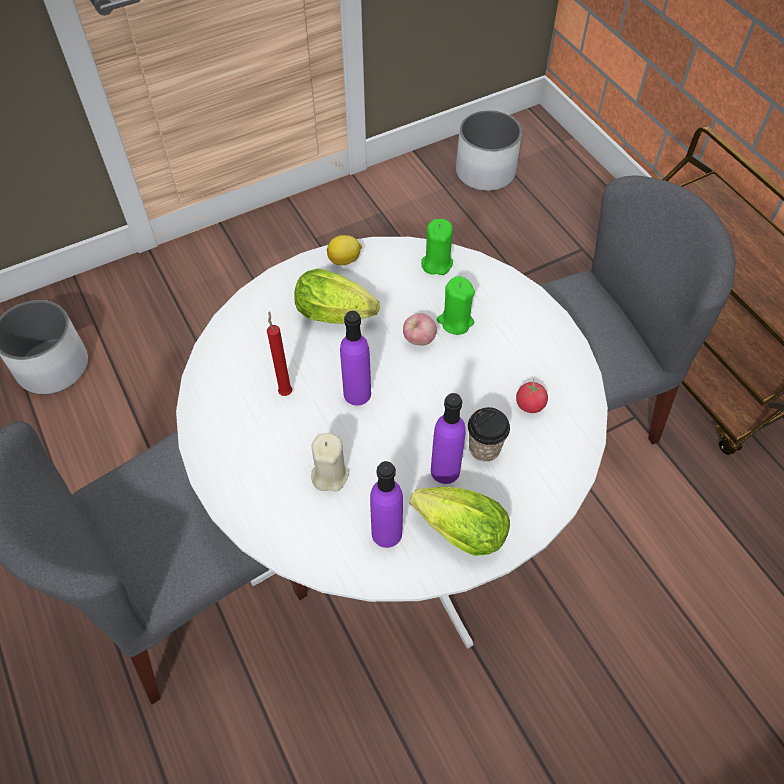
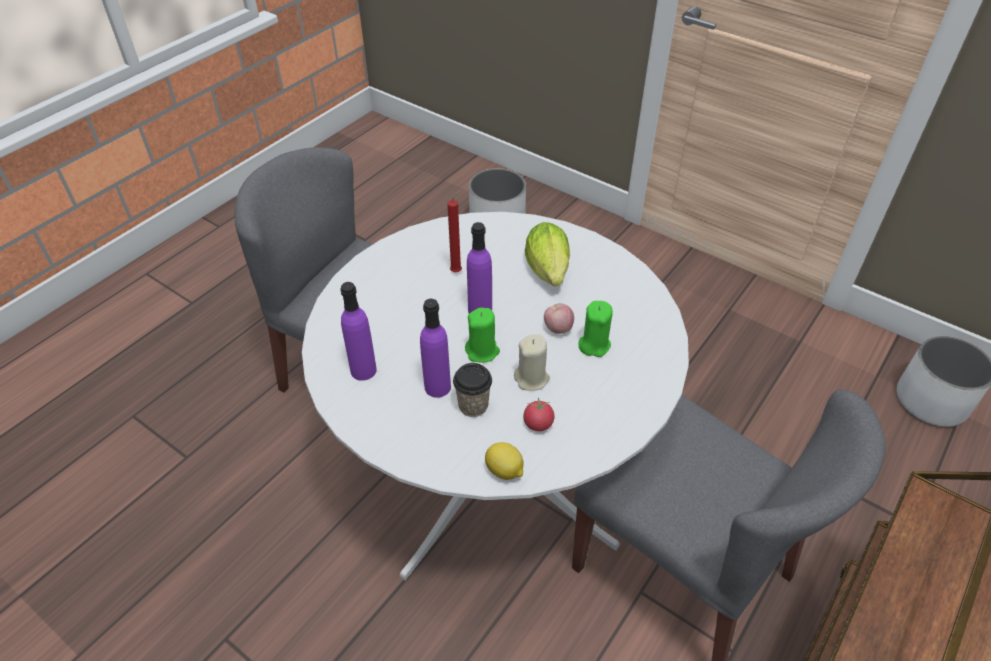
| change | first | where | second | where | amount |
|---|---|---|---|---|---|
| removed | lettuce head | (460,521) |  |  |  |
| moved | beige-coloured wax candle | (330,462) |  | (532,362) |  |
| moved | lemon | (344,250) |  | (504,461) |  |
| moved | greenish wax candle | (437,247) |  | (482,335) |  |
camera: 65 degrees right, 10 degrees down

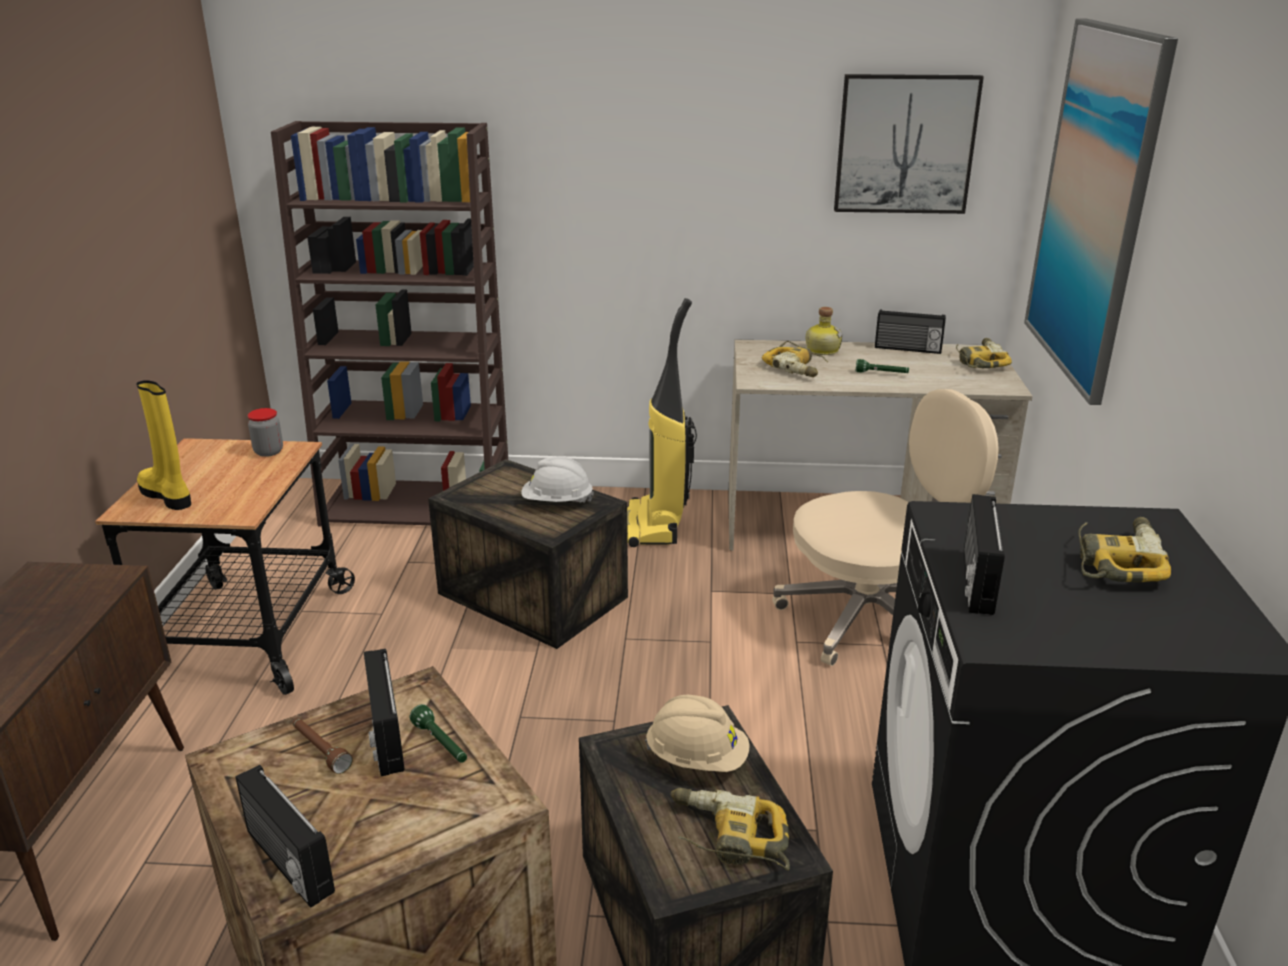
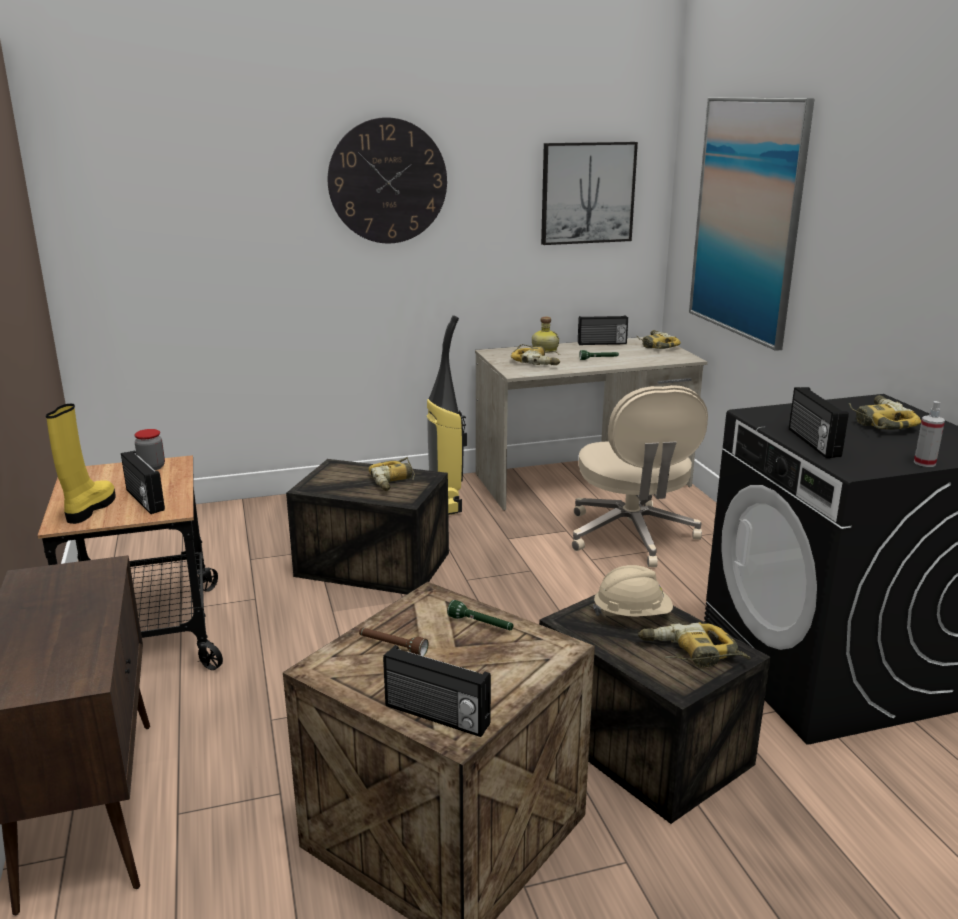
| change | first | where | second | where | amount |
|---|---|---|---|---|---|
| removed | brownish bookcase | (389,324) |  |  |  |
| added |  |  | clock on the wall | (387,180) |  |
| added |  |  | sprayer | (929,434) |  |
| moved | radio set | (384,712) |  | (143,482) |  |
| replaced | white safety helmet | (557,479) | electric drill | (392,474) |  |
| turned | yellow boot | (163,445) |  | (81,464) | 75 degrees clockwise |
| turned | beige-coloured computer chair | (885,527) |  | (640,476) | 120 degrees clockwise |
camera: 20 degrees left, 5 degrees down

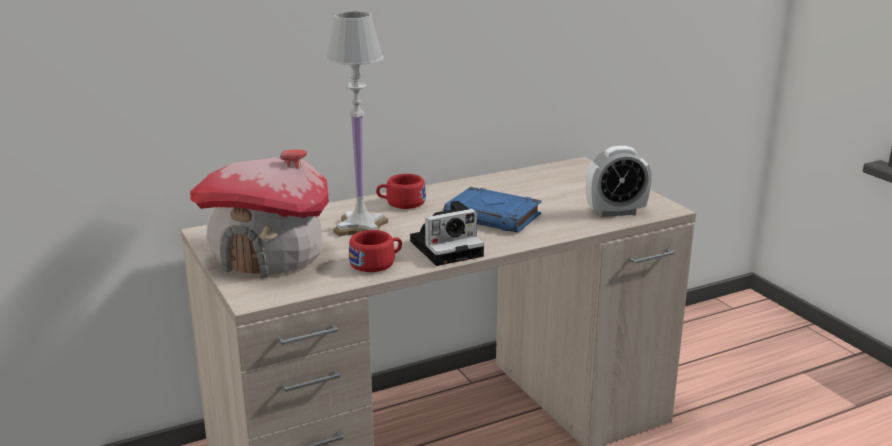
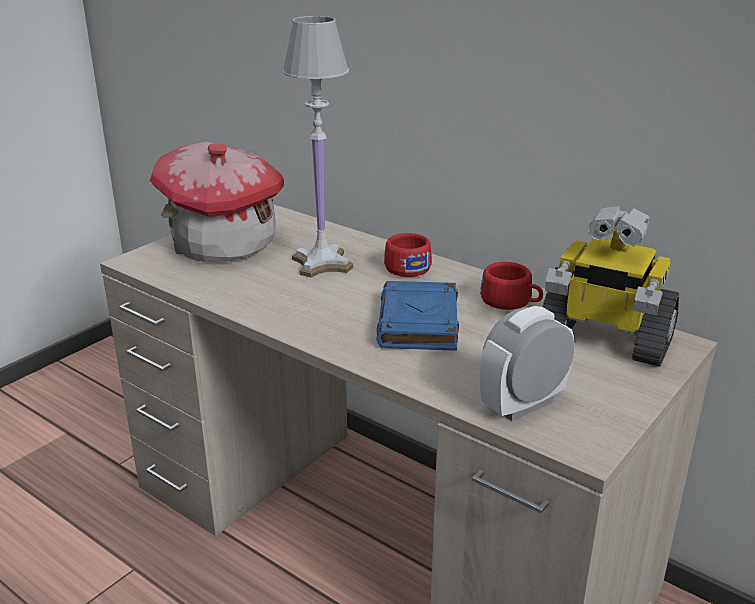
| change | first | where | second | where | amount |
|---|---|---|---|---|---|
| removed | photo camera | (447,233) |  |  |  |
| added |  |  | toy robot | (610,286) |  |
| moved | red-coloured small cup | (375,251) |  | (511,286) |  |
| turned | table clock | (619,181) |  | (527,363) | 90 degrees clockwise |
camera: 65 degrees right, 5 degrees up

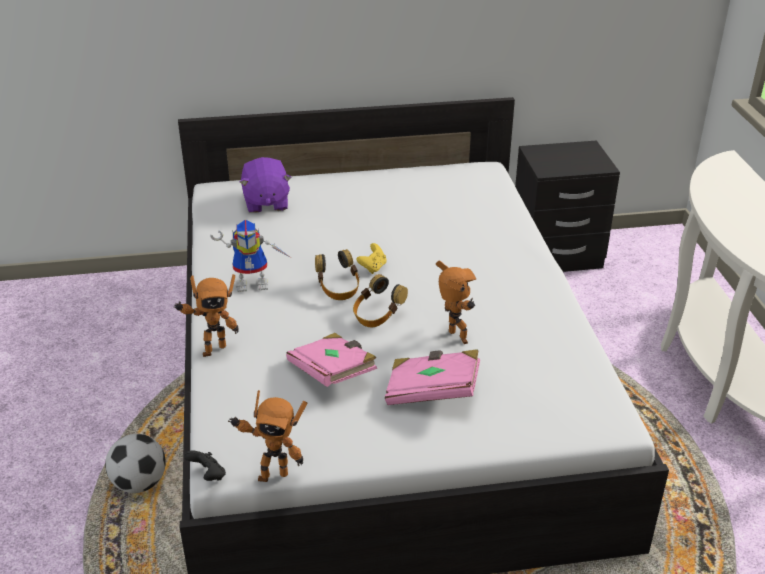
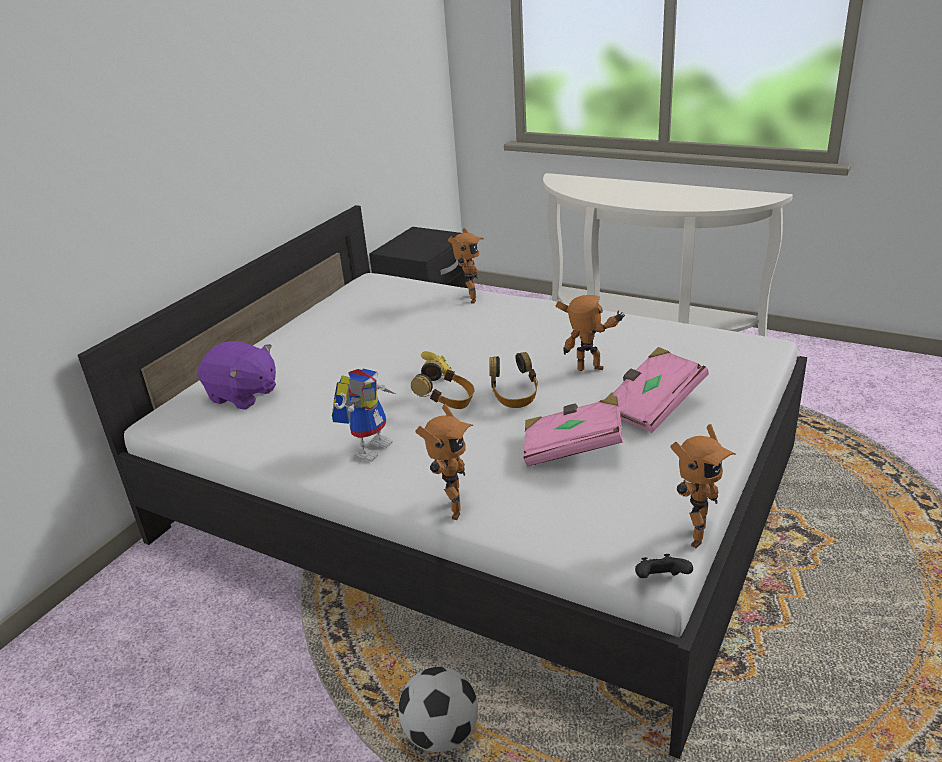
| change | first | where | second | where | amount |
|---|---|---|---|---|---|
| added |  |  | toy robot | (466,266) |  |
camera: 50 degrees left, 5 degrees down

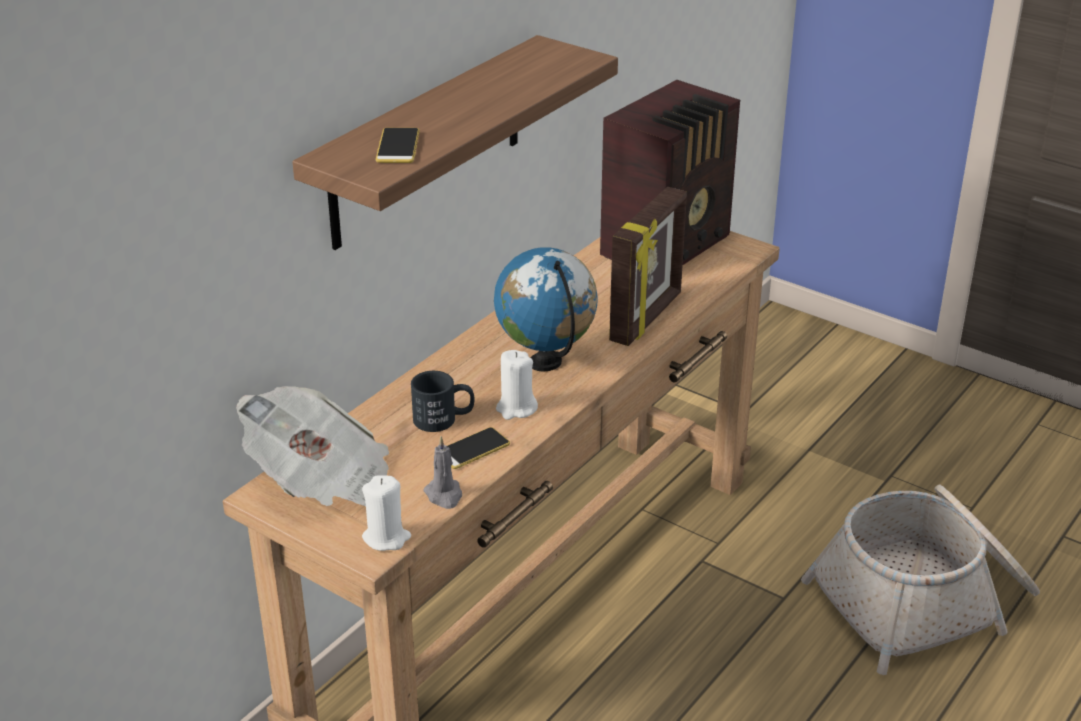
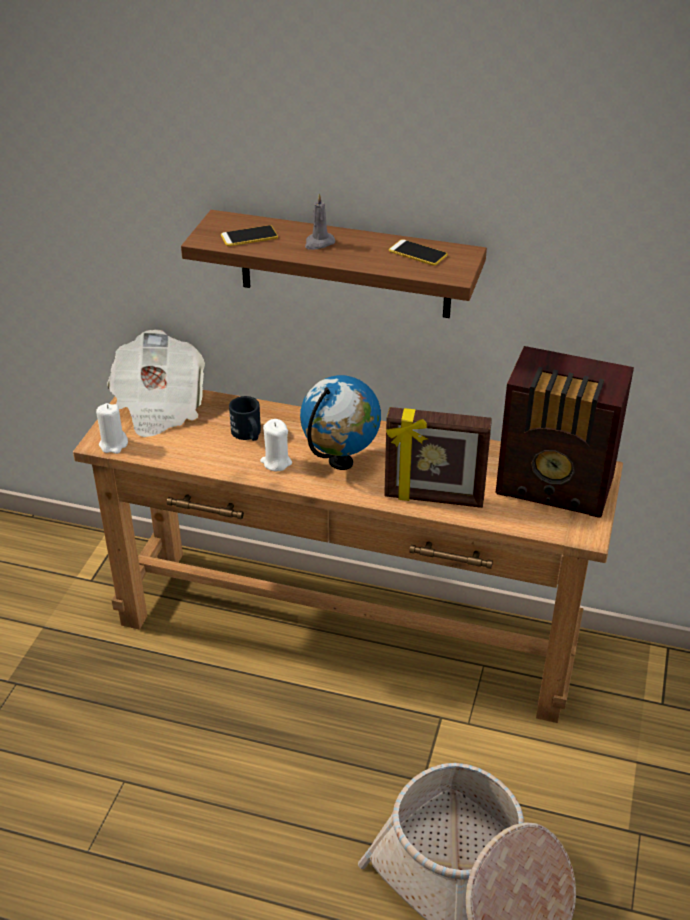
| change | first | where | second | where | amount |
|---|---|---|---|---|---|
| moved | grey wax candle | (442,472) |  | (320,221) |  |
| moved | handset | (478,448) |  | (418,252) |  |
camera: 70 degrees right, 5 degrees up

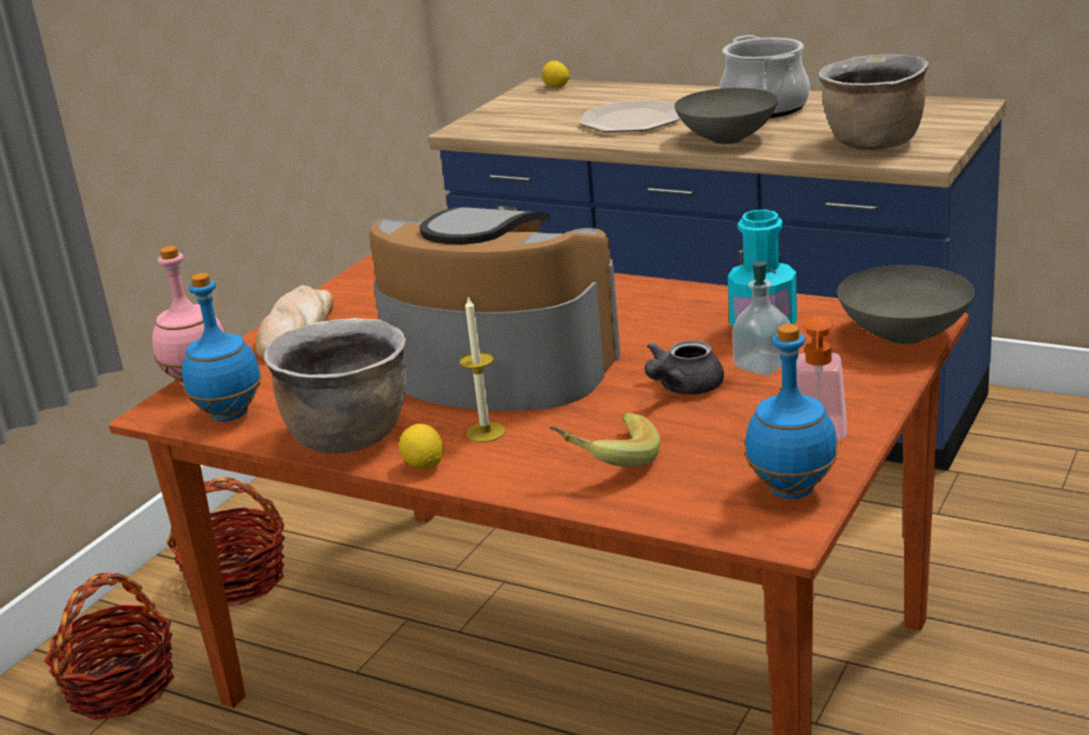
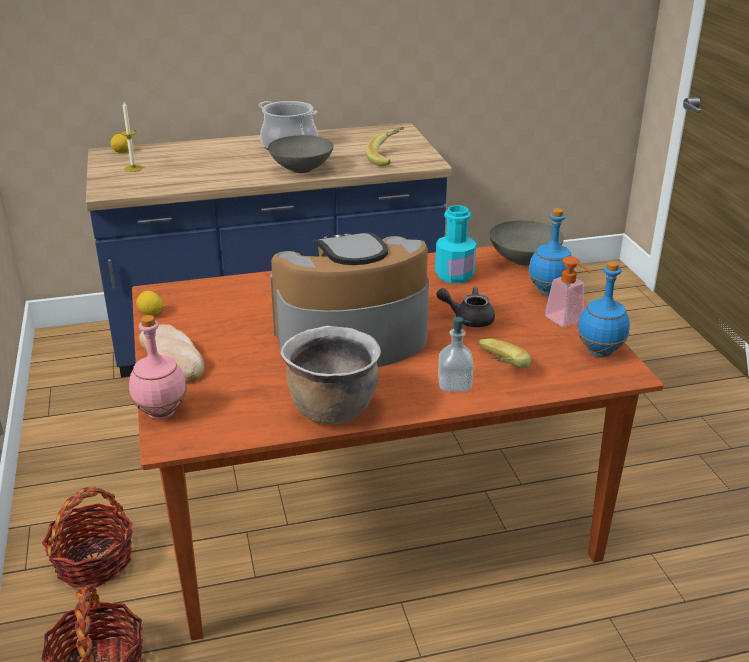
| change | first | where | second | where | amount |
|---|---|---|---|---|---|
| removed | plate | (630,116) |  |  |  |
| moved | blue-coloured bottle | (222,347) |  | (551,252) |  |
| moved | lemon | (421,447) |  | (149,303) |  |
| moved | wax candle | (482,369) |  | (131,137) |  |
| moved | soap dispenser | (761,318) |  | (455,354) |  |
| replaced | brownish stockpot | (873,101) | banana | (385,146) |  |
| turned | grey pot for tea | (684,367) |  | (465,307) | 105 degrees clockwise |
camera: 45 degrees left, 5 degrees up

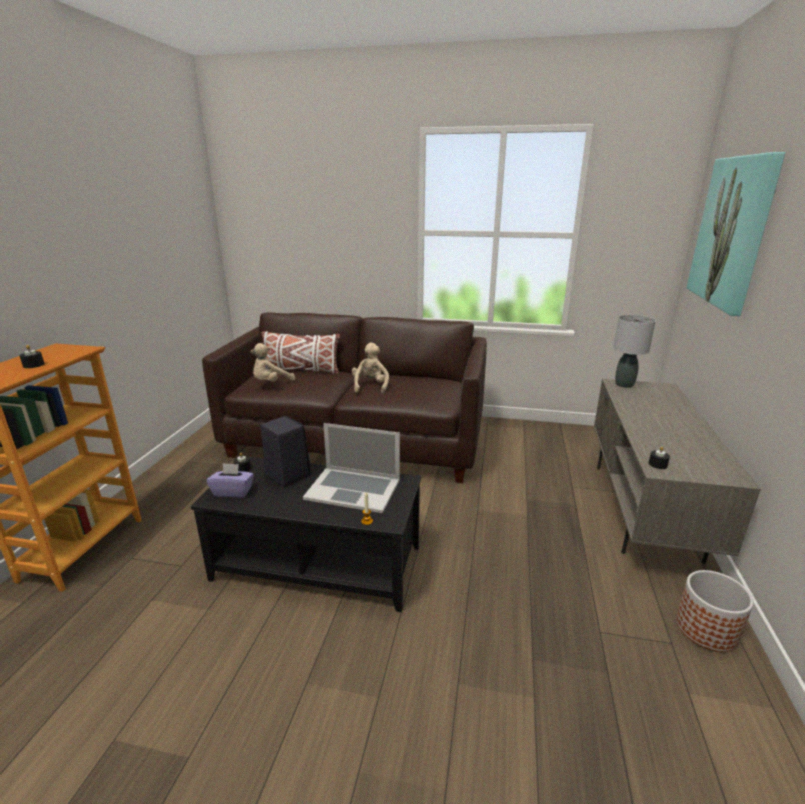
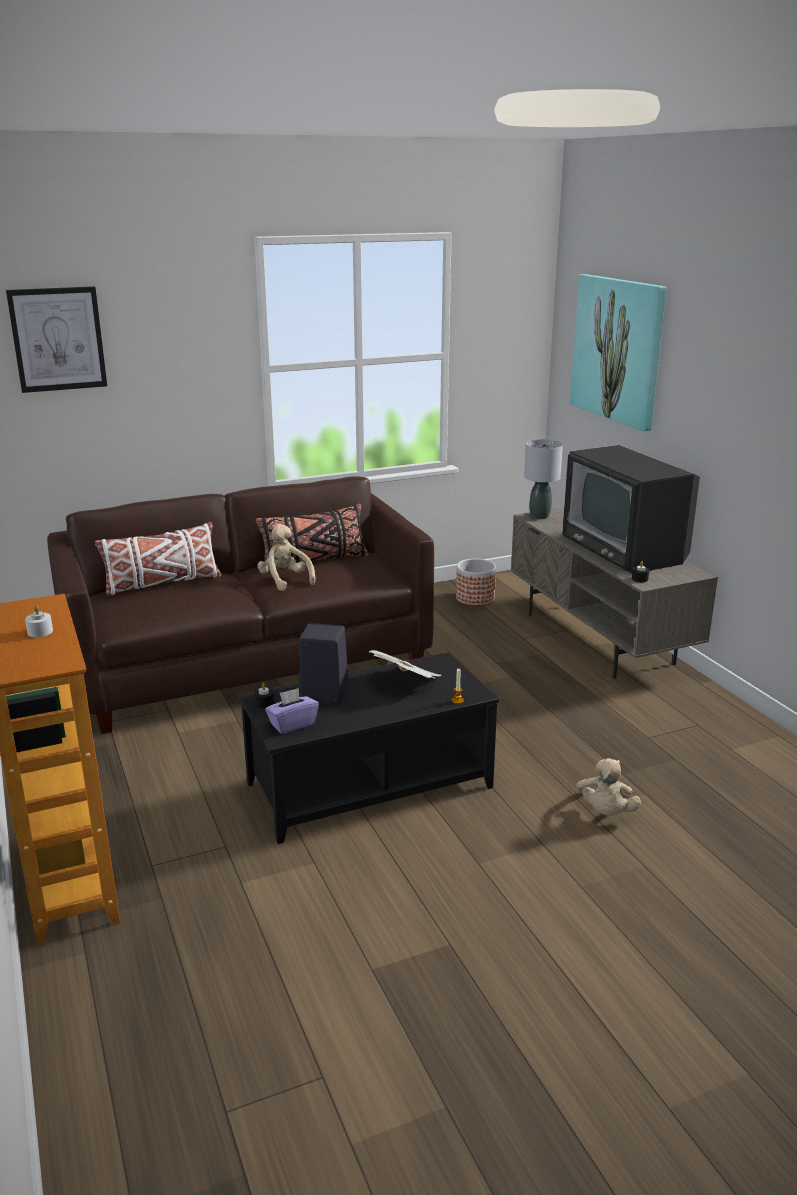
| change | first | where | second | where | amount |
|---|---|---|---|---|---|
| added |  |  | wall art | (56,339) |  |
| added |  |  | black-coloured throw pillow | (312,533) |  |
| added |  |  | TV | (631,509) |  |
| moved | beige-coloured plush toy | (273,362) |  | (609,787) |  |
| moved | plant pot | (715,611) |  | (476,582) |  |
| replaced | laptop | (351,468) | newspaper | (405,664) |  |
| recoloured | black-coloured wax candle | (31,356) | white wax candle | (39,621) |  |
camera: 35 degrees left, 0 degrees up

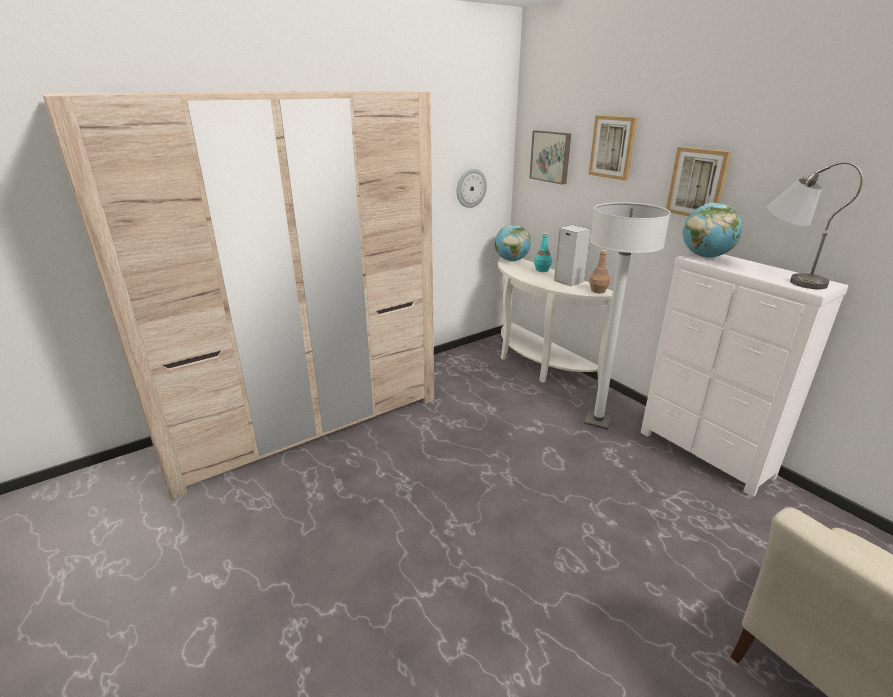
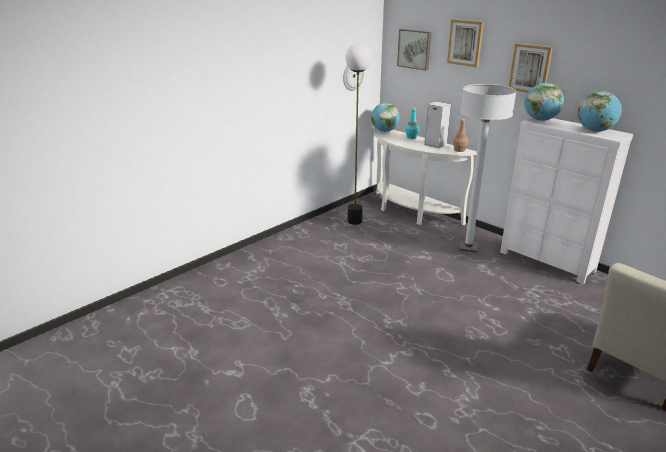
| change | first | where | second | where | amount |
|---|---|---|---|---|---|
| removed | beige-coloured armoire | (238,295) |  |  |  |
| added |  |  | standard lamp | (358,134) |  |
| replaced | grey lamp for a table | (815,225) | world globe | (600,111) |  |
camera: 10 degrees left, 0 degrees up

